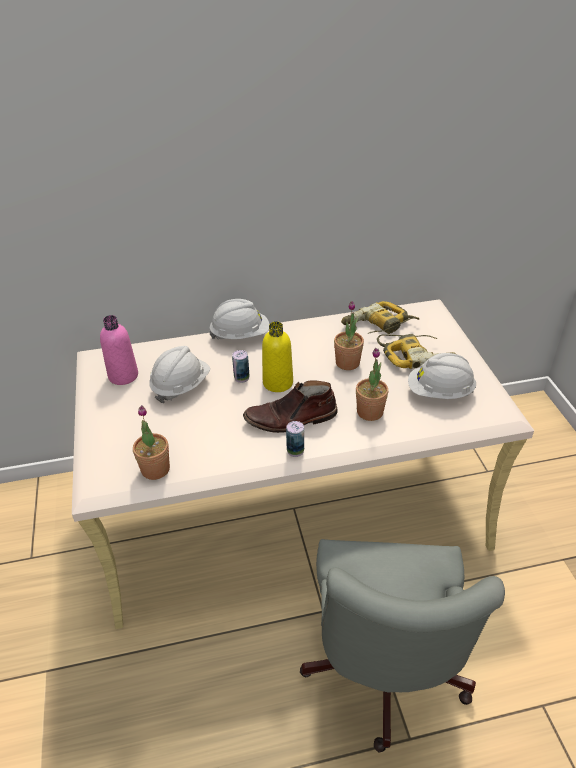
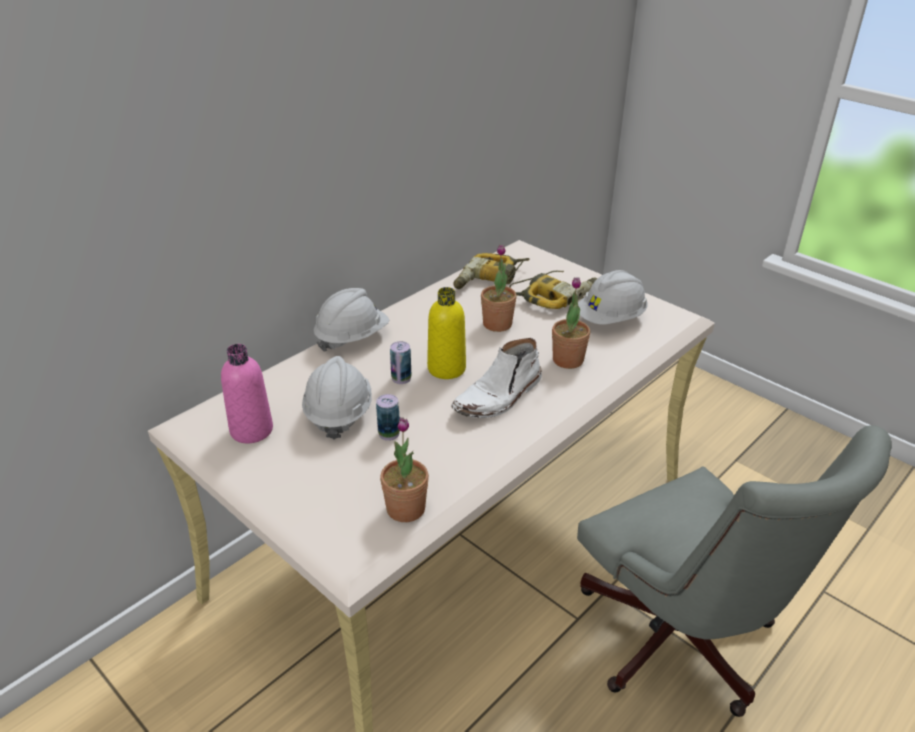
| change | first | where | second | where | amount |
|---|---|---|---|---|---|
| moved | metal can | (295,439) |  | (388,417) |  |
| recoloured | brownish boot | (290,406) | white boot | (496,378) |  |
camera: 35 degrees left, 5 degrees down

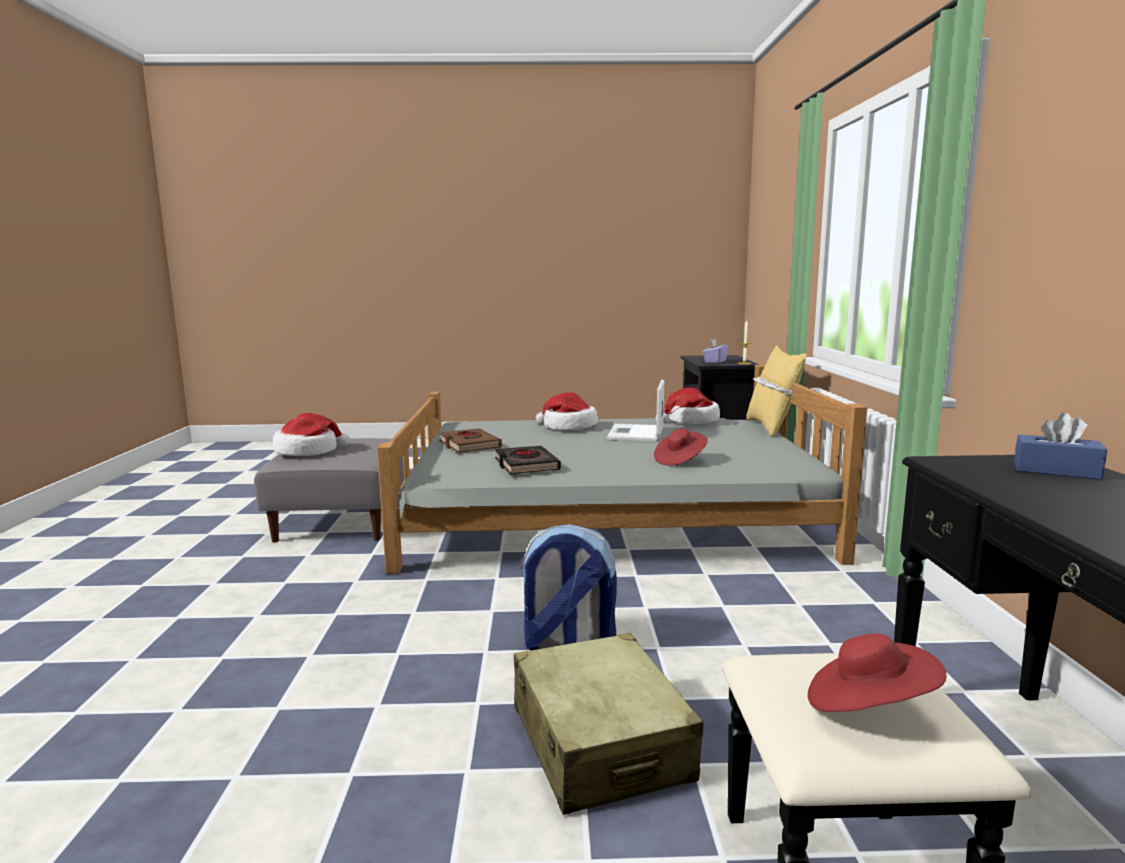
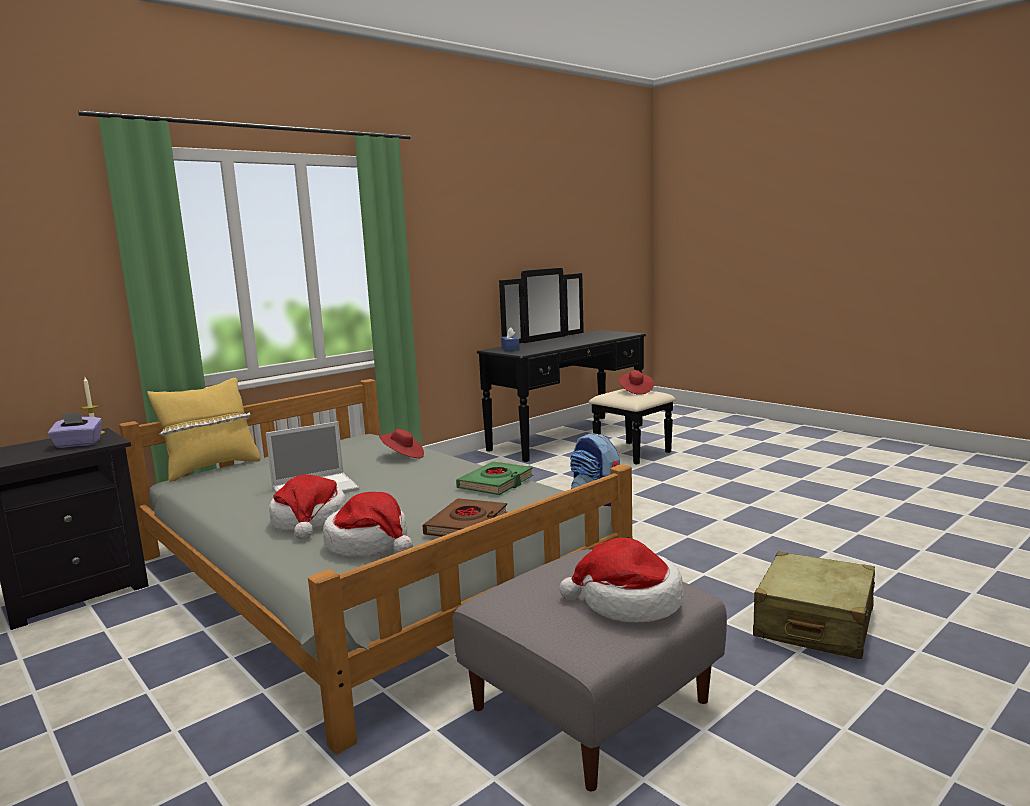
| change | first | where | second | where | amount |
|---|---|---|---|---|---|
| moved | beige-coloured suitcase | (608,724) |  | (814,605) |  |
| moved | wearable hat | (688,406) |  | (368,524) |  |
| recoloured | black-coloured volume | (528,460) | greenish volume | (494,478) |  |
camera: 130 degrees left, 0 degrees up

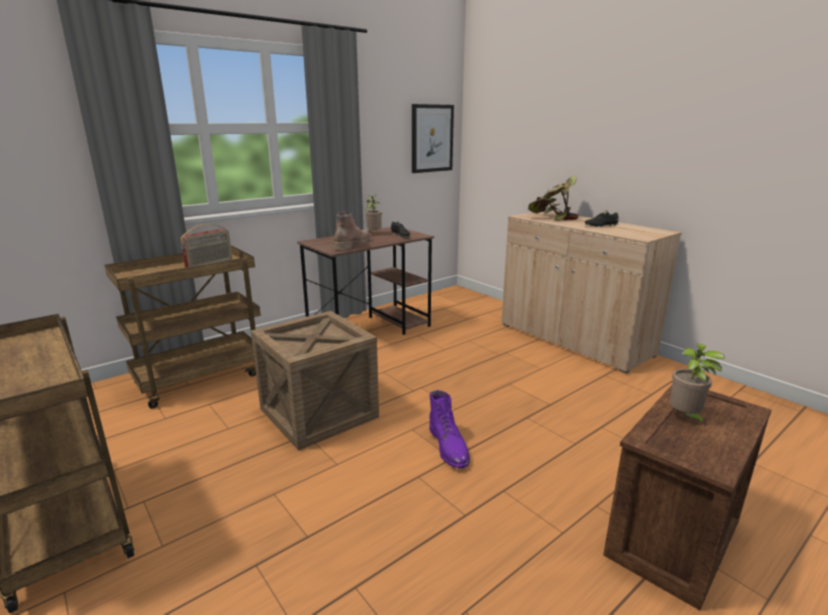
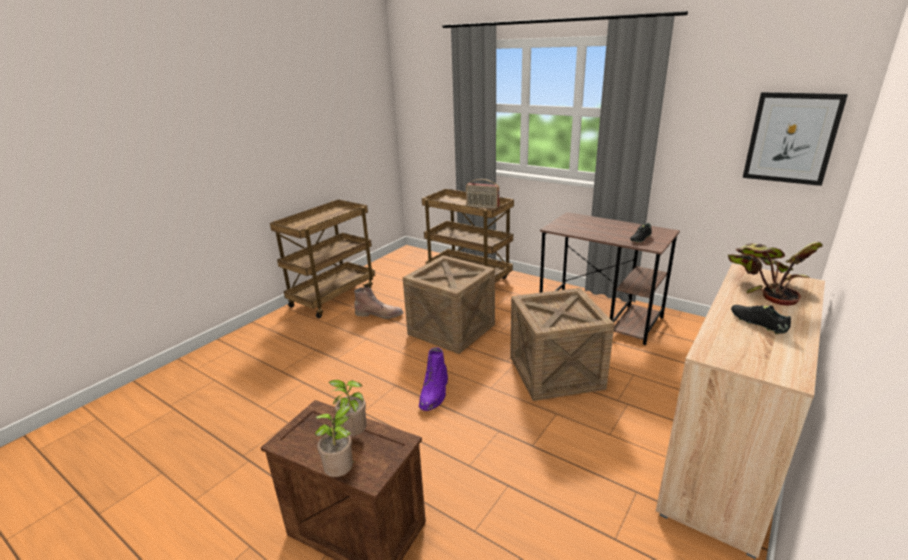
| change | first | where | second | where | amount |
|---|---|---|---|---|---|
| added |  |  | crate | (562,344) |  |
| moved | brownish boot | (352,230) |  | (378,303) |  |
| moved | plant in a pot | (373,213) |  | (334,441) |  |
| turned | purple-coloured boot | (449,429) |  | (433,379) | 45 degrees counterclockwise |
camera: 75 degrees right, 5 degrees up

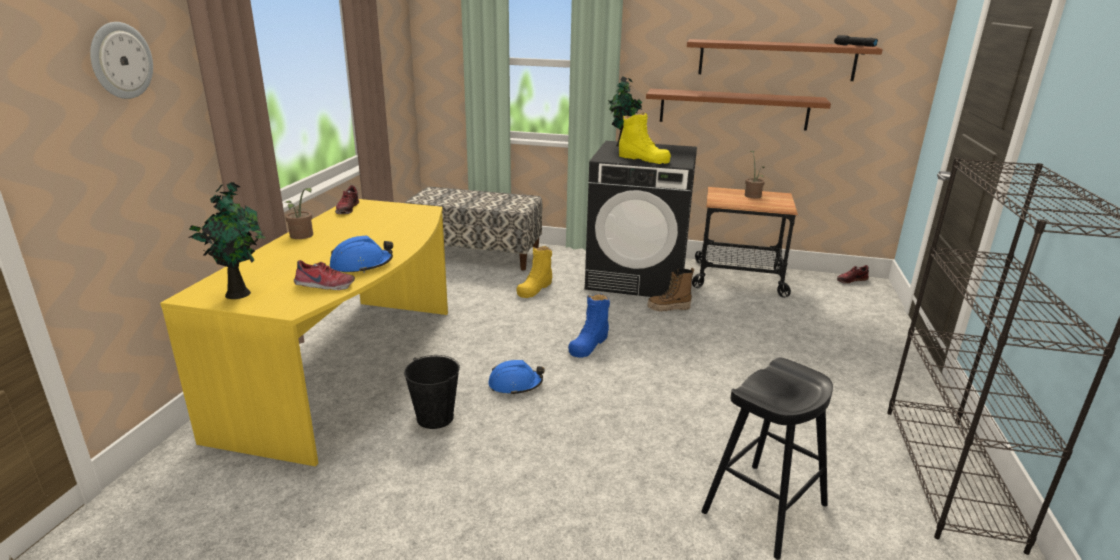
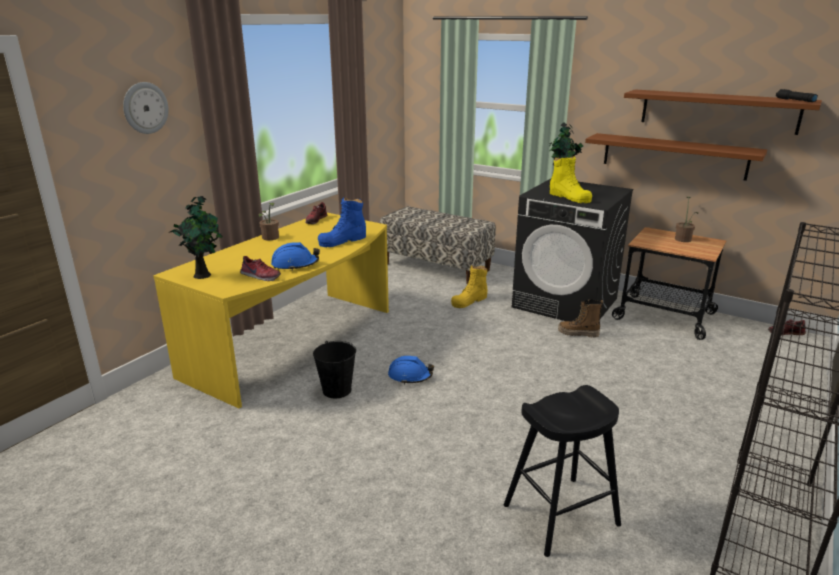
| change | first | where | second | where | amount |
|---|---|---|---|---|---|
| moved | blue-coloured boot | (589,326) |  | (342,222) |  |
camera: 20 degrees right, 0 degrees up

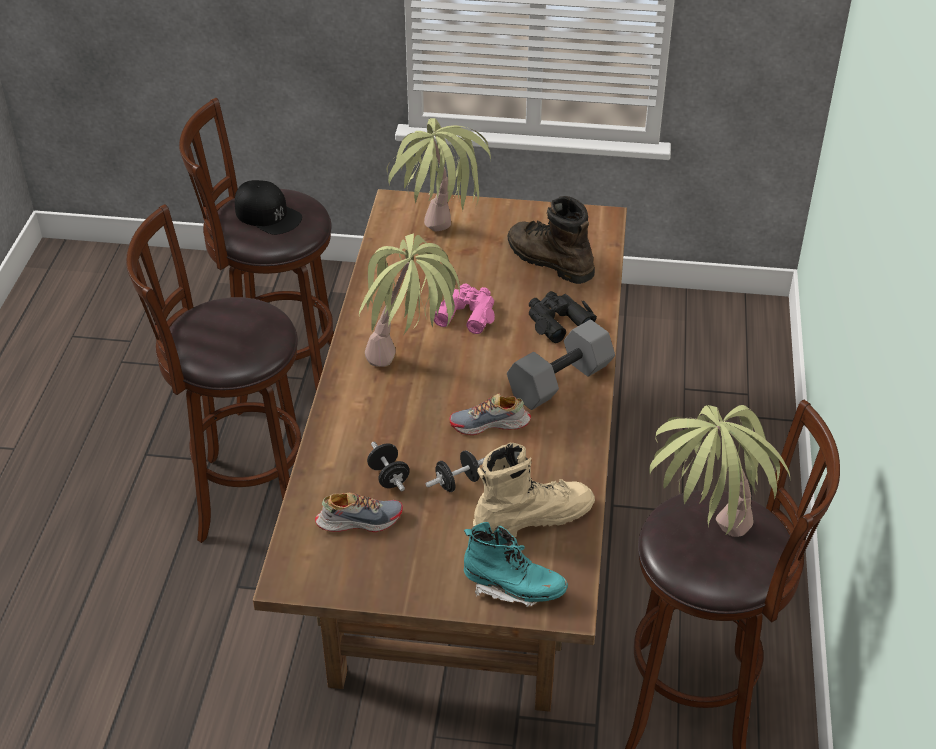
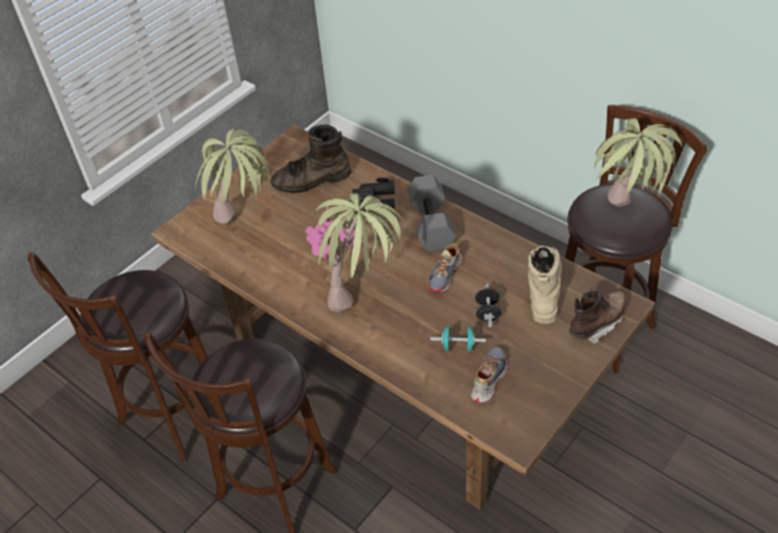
| change | first | where | second | where | amount |
|---|---|---|---|---|---|
| removed | black-coloured cap | (268,207) |  |  |  |
| recoloured | black-coloured hand weight | (388,466) | blue-green hand weight | (458,339) |  |
| recoloured | blue-green boot | (516,564) | brownish boot | (598,317) |  |
camera: 55 degrees left, 5 degrees up

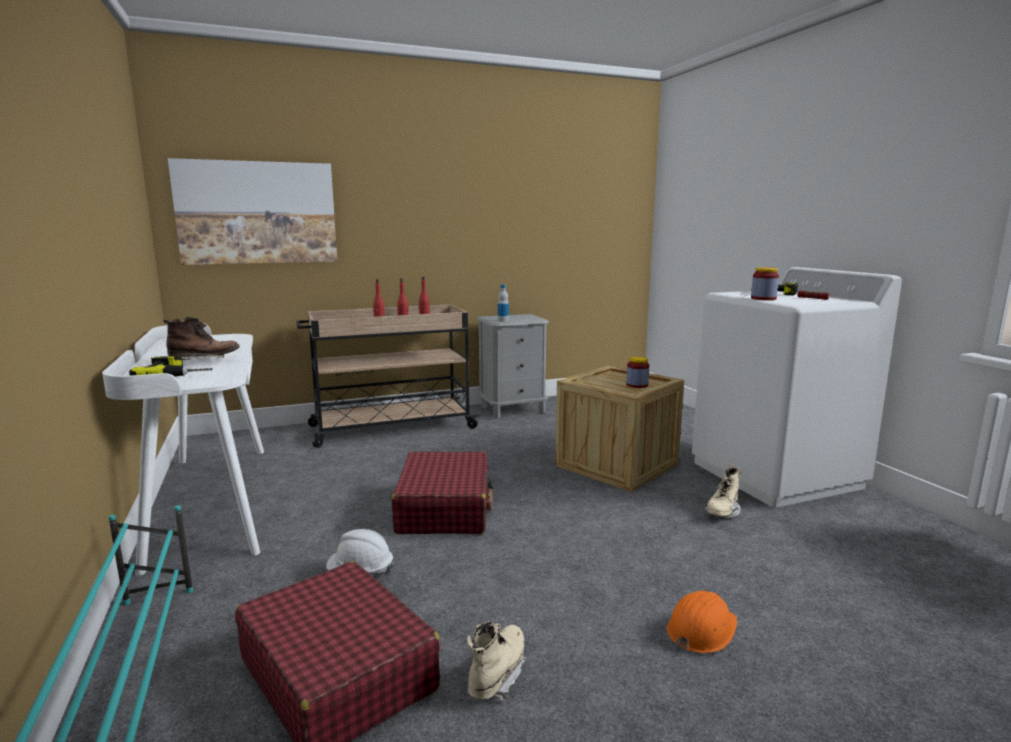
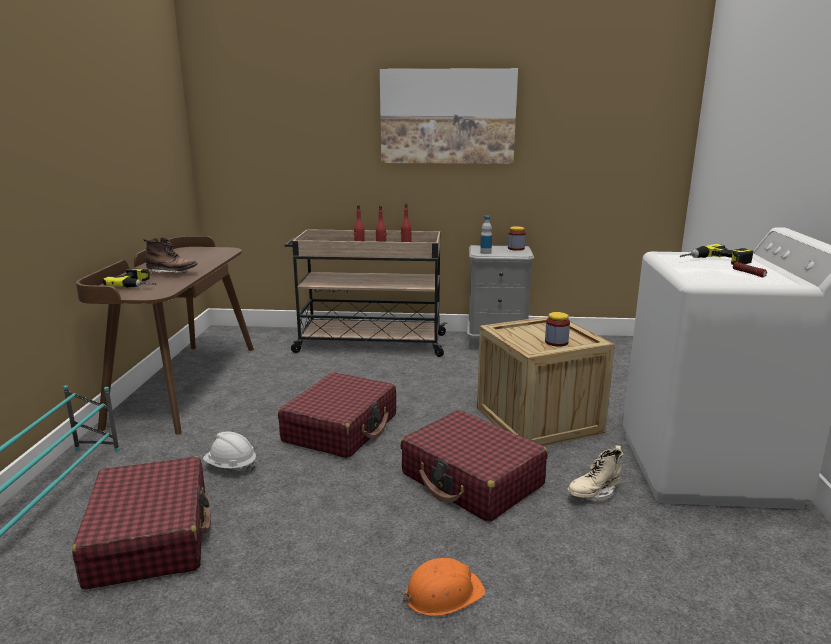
| change | first | where | second | where | amount |
|---|---|---|---|---|---|
| removed | beige-coloured boot | (497,661) |  |  |  |
| added |  |  | red-coloured suitcase | (474,466) |  |
| moved | wall art | (252,211) |  | (449,116) |  |
| moved | preserve jar | (765,283) |  | (517,238) |  |
| recoloured | white desk table | (183,449) | brownish desk table | (165,335) |  |
camera: 25 degrees right, 5 degrees up

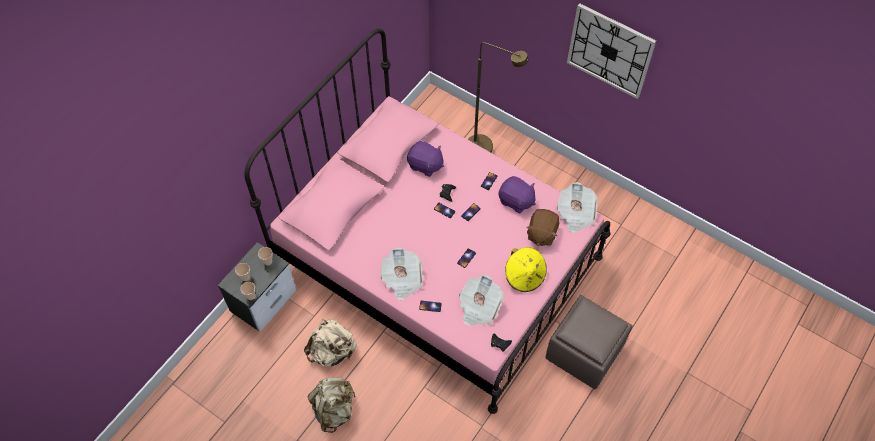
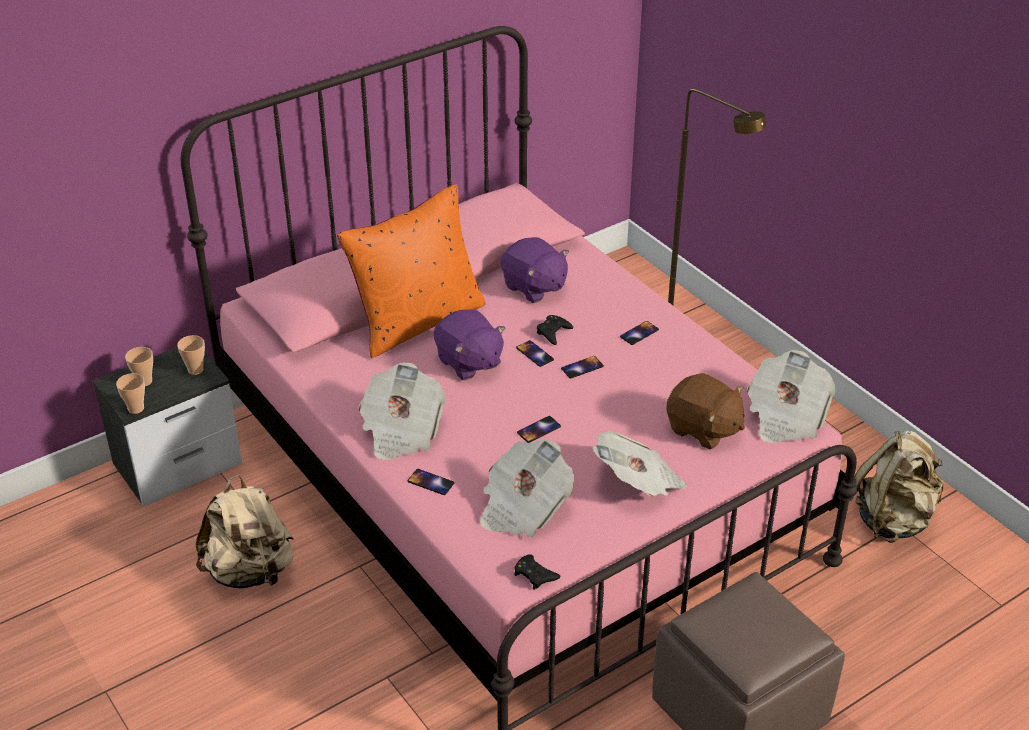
| change | first | where | second | where | amount |
|---|---|---|---|---|---|
| removed | clock on the wall | (611,51) |  |  |  |
| added |  |  | orange-coloured throw pillow | (411,271) |  |
| moved | beige-coloured rucksack | (331,405) |  | (899,487) |  |
| moved | purple-coloured plush toy | (517,195) |  | (469,344) |  |
| replaced | yellow wearable hat | (526,269) | newspaper | (639,464) |  |
| turned | brownish plush toy | (543,227) |  | (705,411) | 90 degrees counterclockwise |
camera: 20 degrees right, 20 degrees down

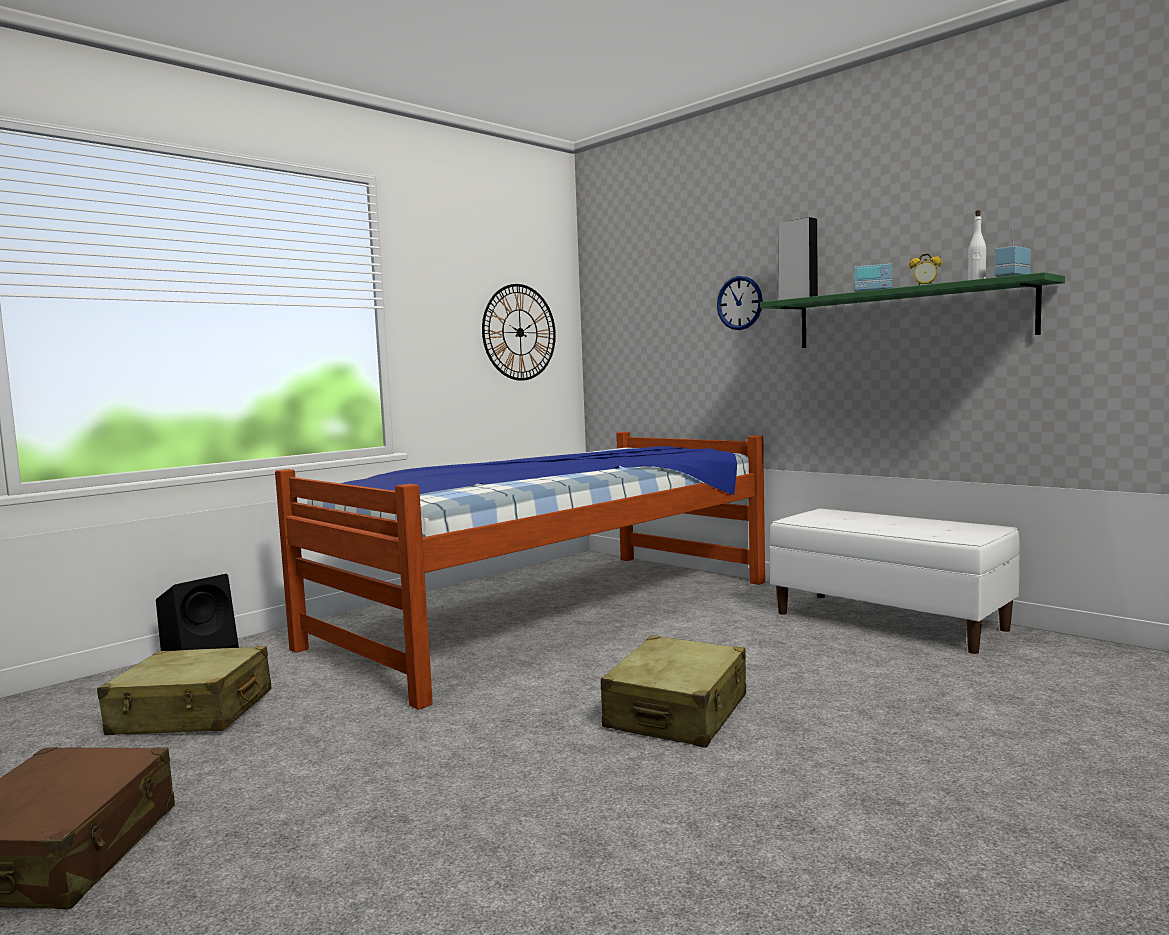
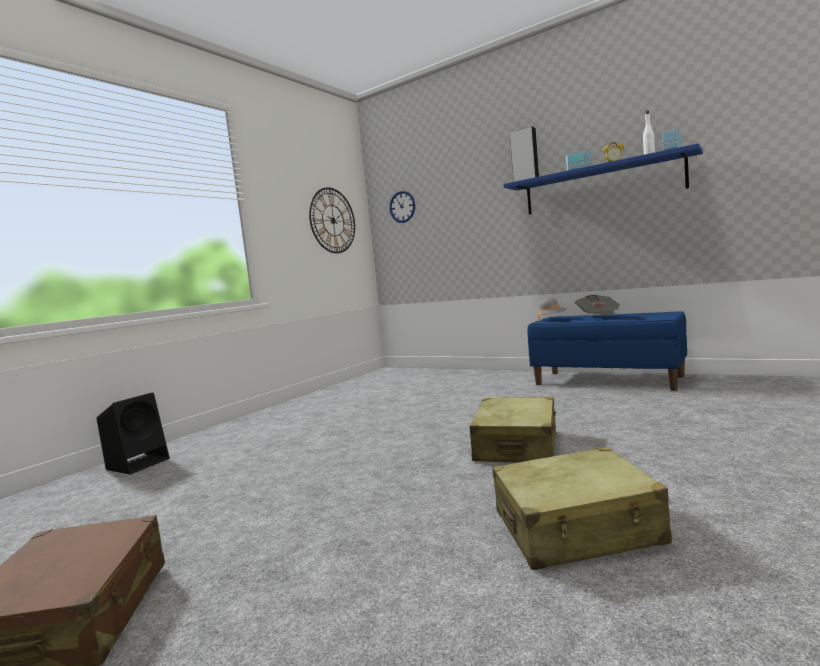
| change | first | where | second | where | amount |
|---|---|---|---|---|---|
| removed | bedroom bed | (520,571) |  |  |  |
| added |  |  | grey wearable hat | (550,309) |  |
| added |  |  | newspaper | (597,305) |  |
| moved | beige-coloured suitcase | (184,690) |  | (582,508) |  |
| moved | clock on the wall | (740,303) |  | (402,207) |  |
| recoloured | greenish bracket shelf | (912,310) | blue-coloured bracket shelf | (603,179) |  |
| recoloured | white bench | (894,581) | blue-coloured bench | (607,351) |  |
camera: 10 degrees left, 0 degrees up

